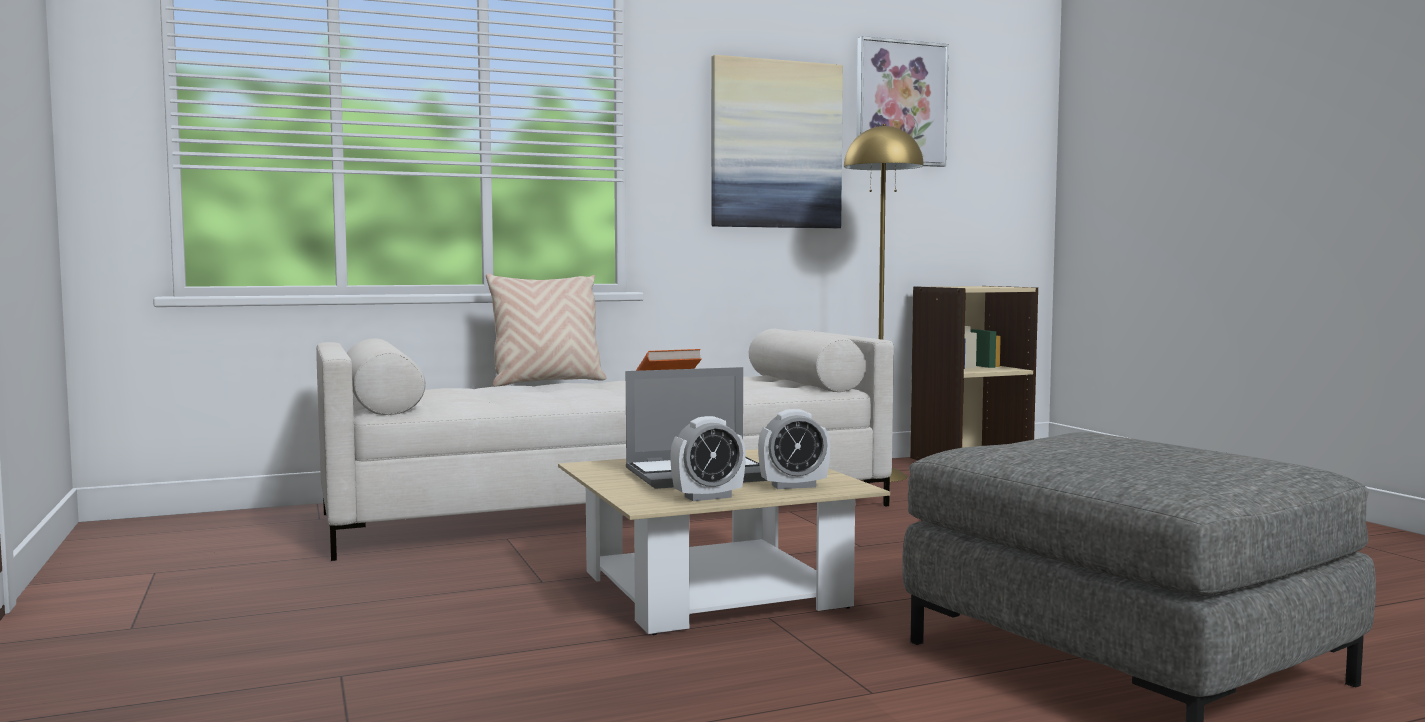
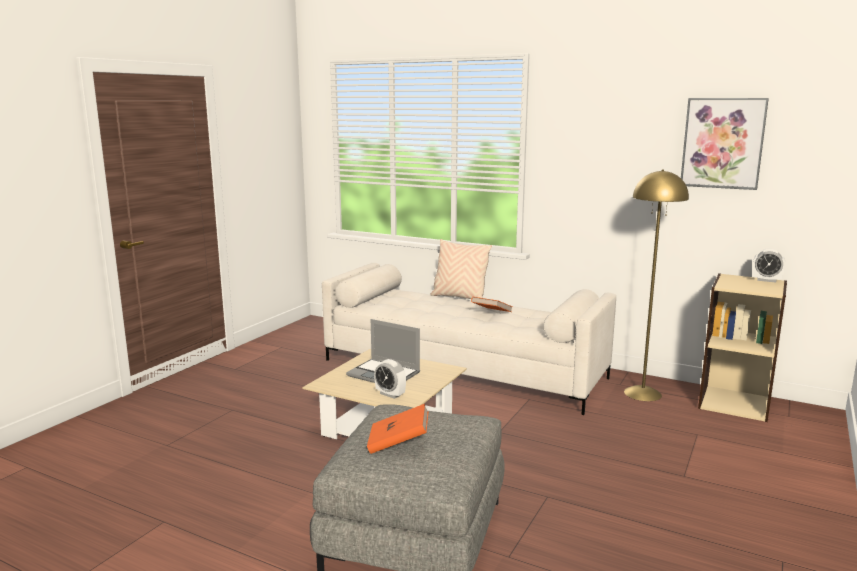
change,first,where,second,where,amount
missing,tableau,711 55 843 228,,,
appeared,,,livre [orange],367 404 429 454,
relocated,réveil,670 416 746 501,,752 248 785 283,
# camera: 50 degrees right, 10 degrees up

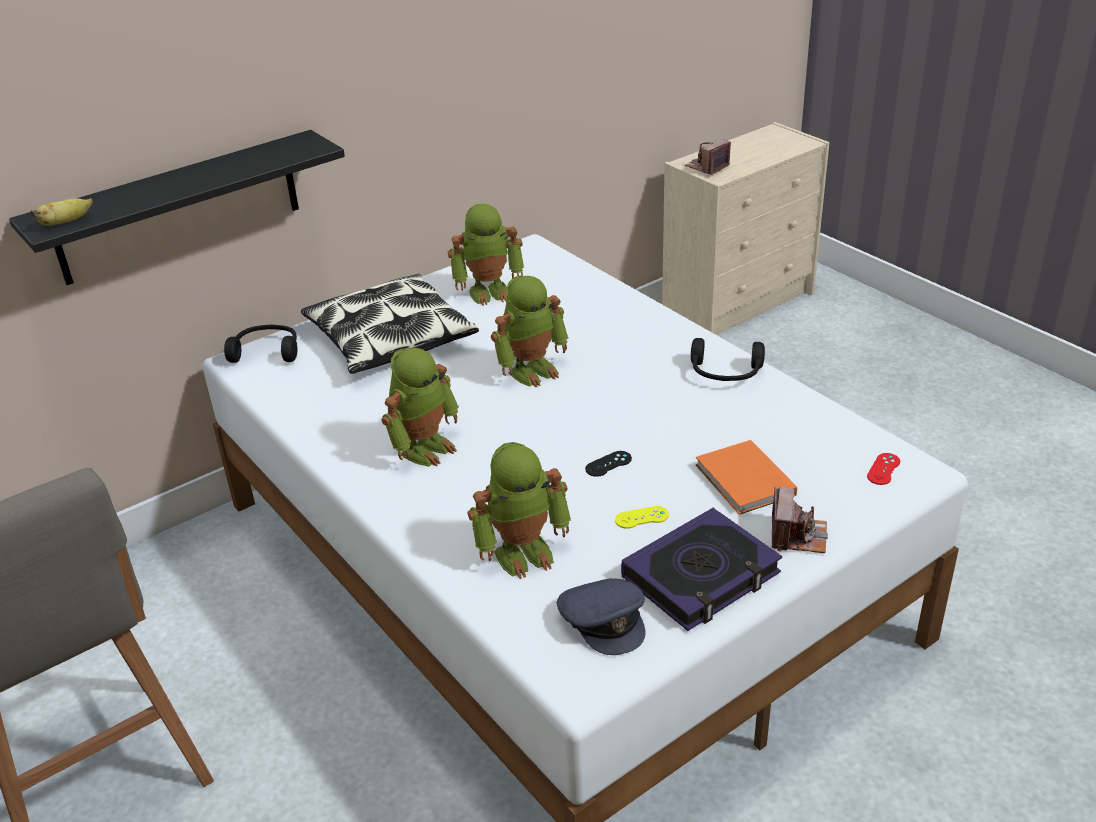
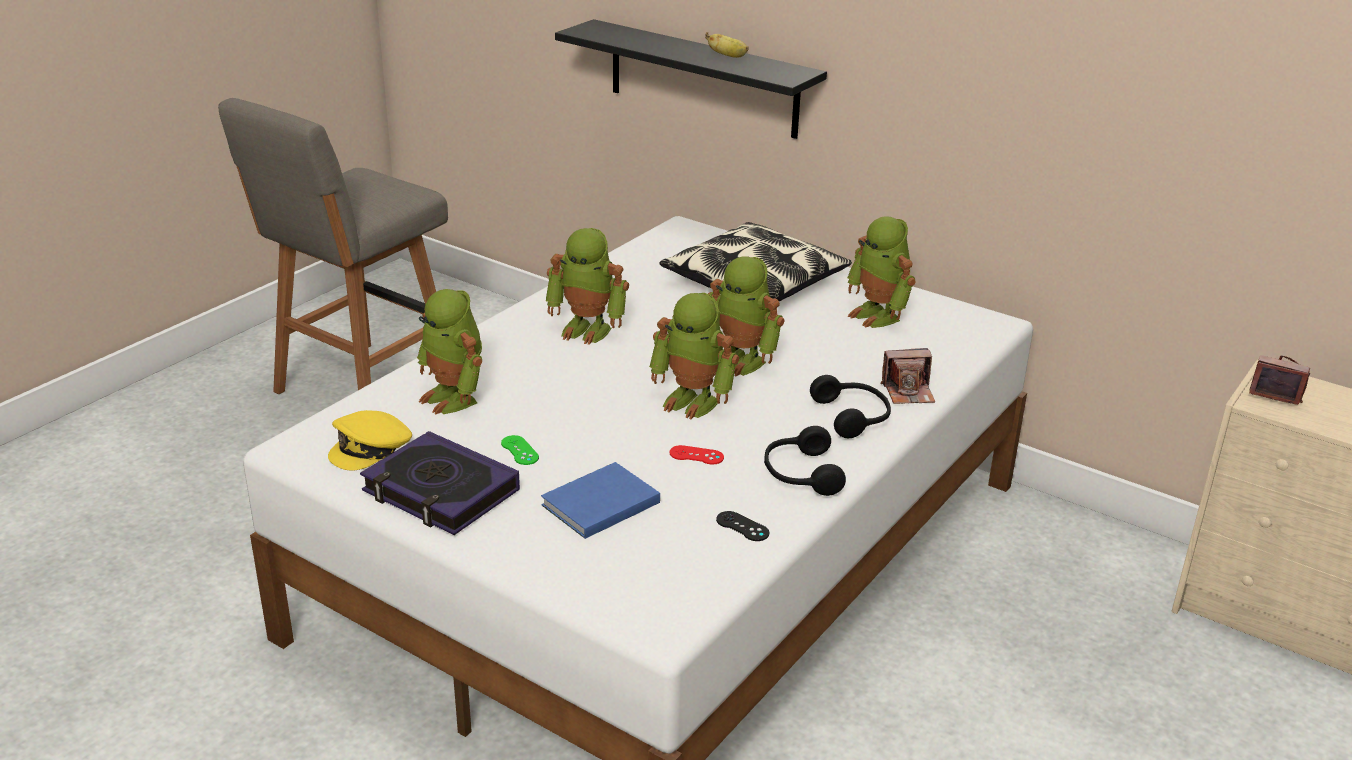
change,first,where,second,where,amount
appeared,,,robot jouet,649 293 739 419,
relocated,banane,31 198 93 226,,705 32 748 58,
relocated,casque audio [noir],224 324 297 363,,810 375 891 438,
relocated,manette [noir],585 451 632 477,,716 511 769 541,
relocated,appareil photo,772 487 828 553,,881 348 935 404,
relocated,manette [rouge],867 453 900 485,,669 445 724 464,
colour,casquette [gris],556 578 646 655,casquette [jaune],328 410 412 471,
colour,manette [jaune],615 506 669 529,manette [vert],501 435 539 465,
colour,livre [orange],695 440 797 515,livre [bleu],541 462 660 539,
# camera: 70 degrees right, 5 degrees down

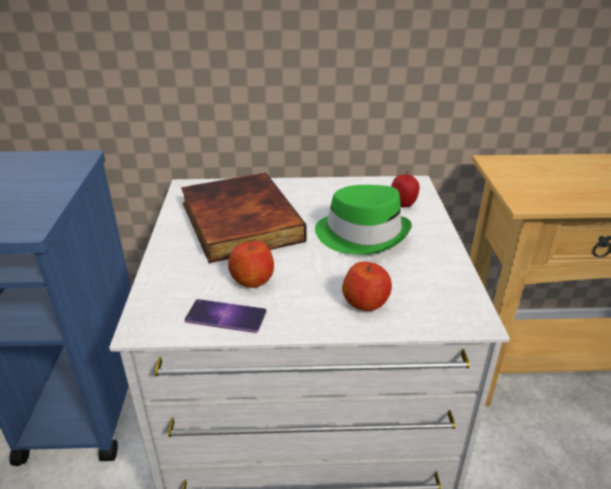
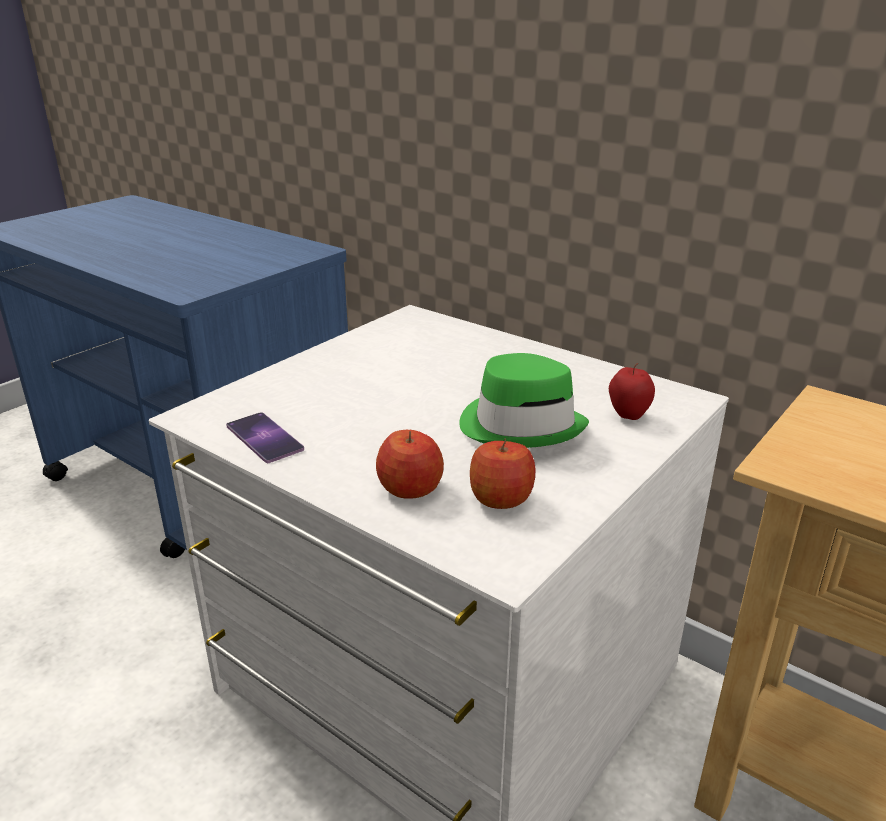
change,first,where,second,where,amount
missing,livre,181 173 307 263,,,
relocated,pomme,228 241 274 288,,470 439 535 509,
# camera: 40 degrees right, 5 degrees down

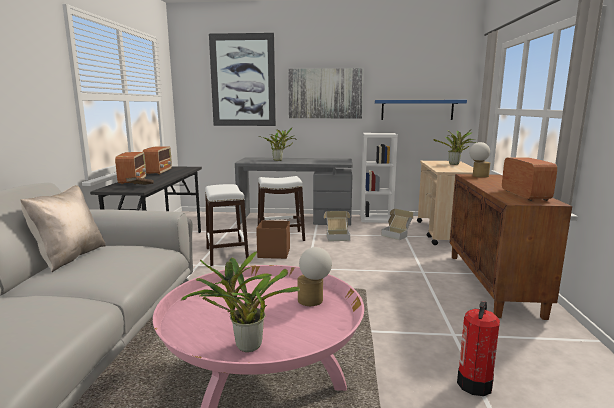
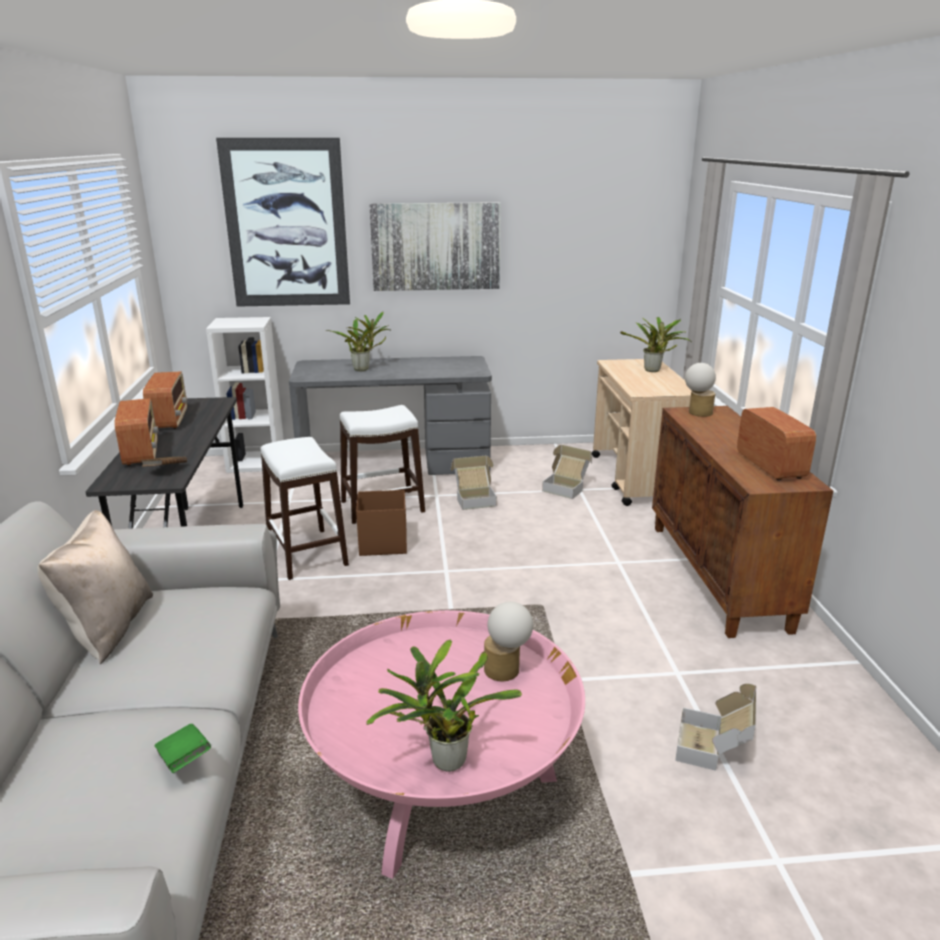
change,first,where,second,where,amount
missing,étagère [bleu],375 100 467 120,,,
appeared,,,livre [vert],154 724 211 773,
relocated,bibliothèque [blanc],360 133 398 223,,206 317 284 473,
exchanged,extincteur,457 301 500 396,carton,675 684 757 771,
# camera: 10 degrees left, 10 degrees up

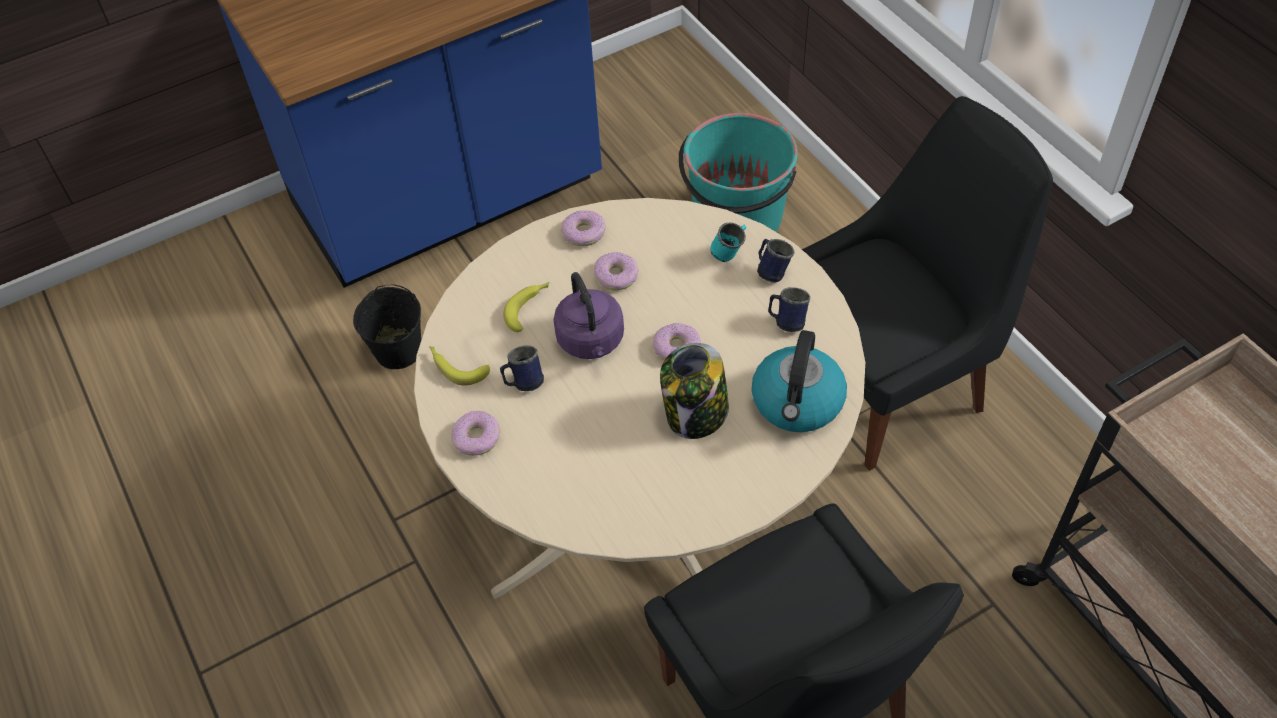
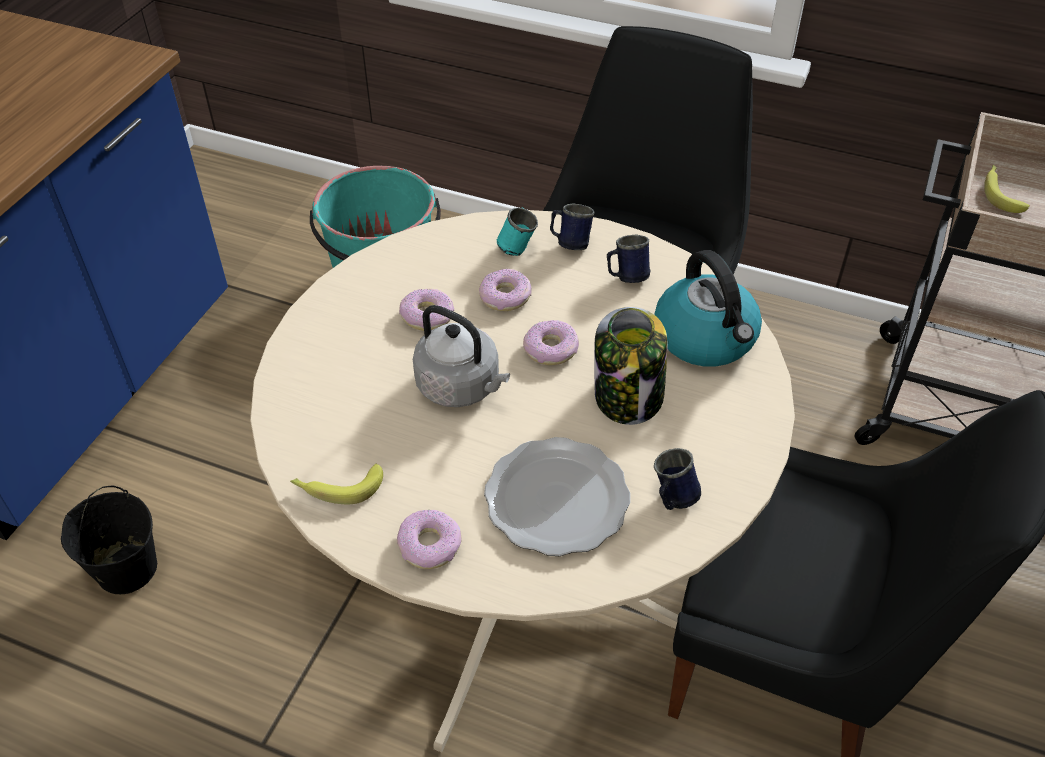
change,first,where,second,where,amount
appeared,,,assiette,484 437 630 556,
relocated,mug [bleu],500 345 544 391,,654 448 701 510,
relocated,banane,503 282 549 332,,984 165 1030 213,
relocated,beignet,561 210 606 246,,479 269 532 311,
colour,bouilloire [violet],553 272 624 359,bouilloire [gris],413 305 510 407,
# camera: 40 degrees left, 5 degrees down

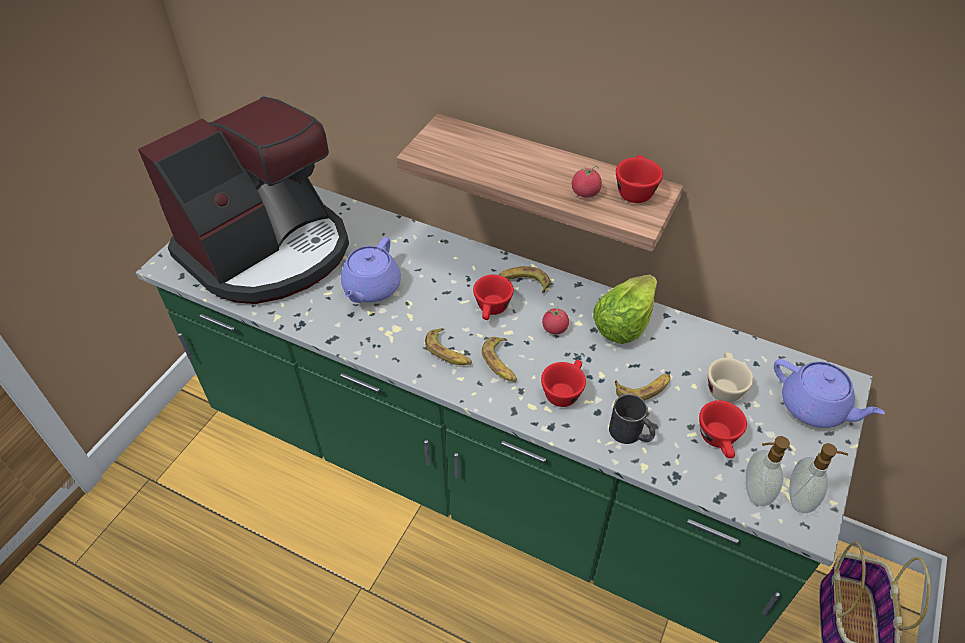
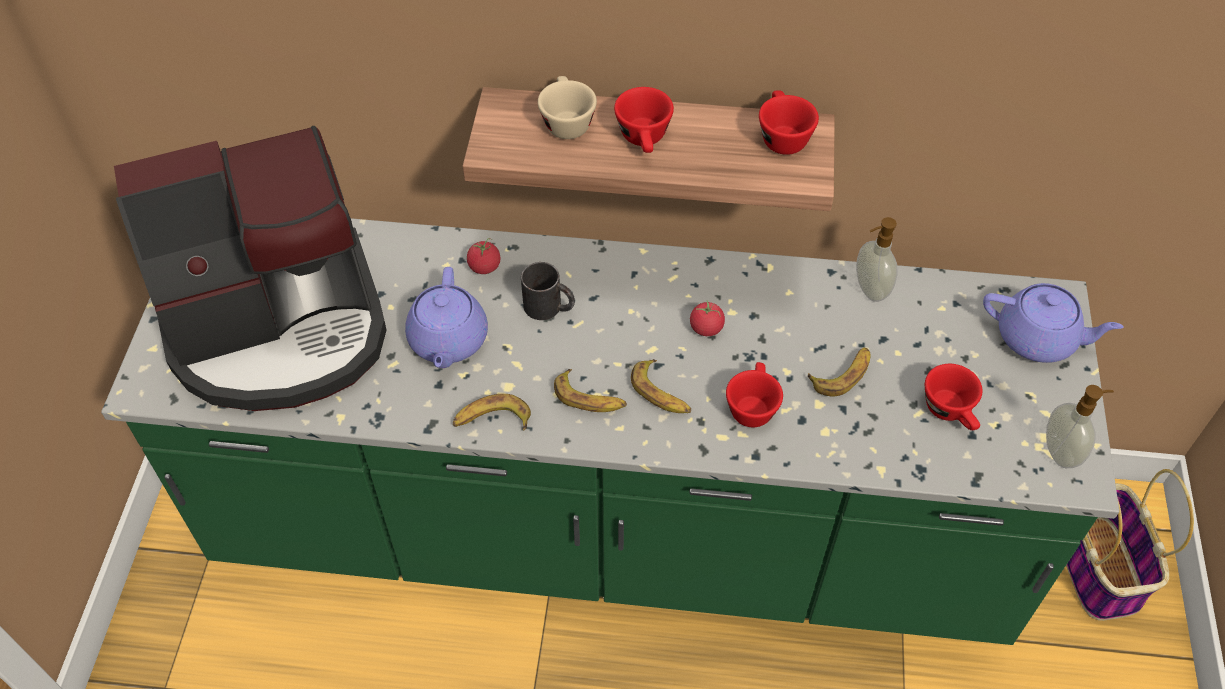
change,first,where,second,where,amount
missing,laitue,593 275 657 344,,,
relocated,tasse [rouge],473 275 514 320,,614 87 674 153,
relocated,banane,499 266 551 293,,453 394 531 430,
relocated,tomate,572 166 602 198,,467 238 500 274,
relocated,mug [noir],609 394 655 444,,521 262 575 320,
relocated,tasse [beige],708 352 753 402,,538 76 597 139,
relocated,distributeur de savon,746 436 790 506,,856 217 897 302,
spun,machine à café,138 97 349 304,,114 126 387 411,45 degrees clockwise
# camera: 20 degrees left, 5 degrees up

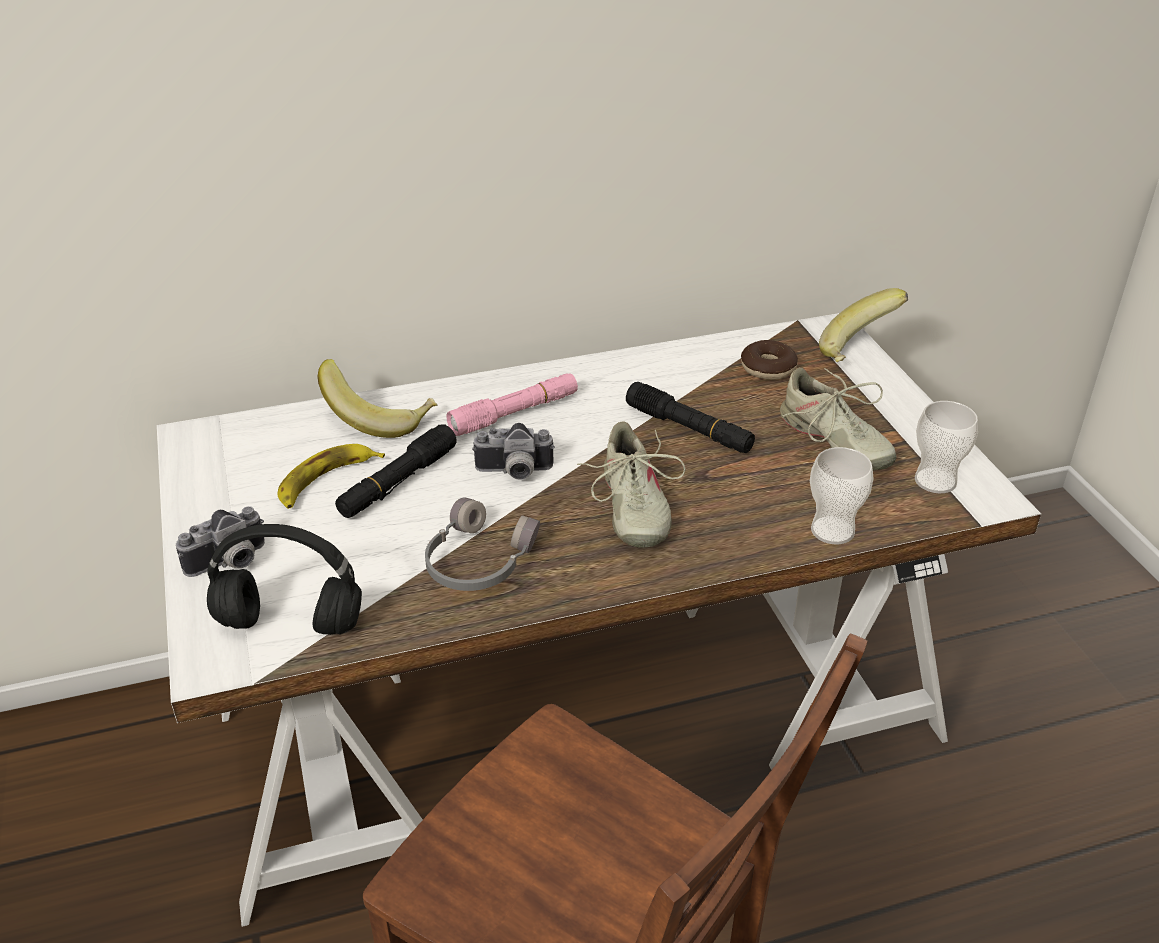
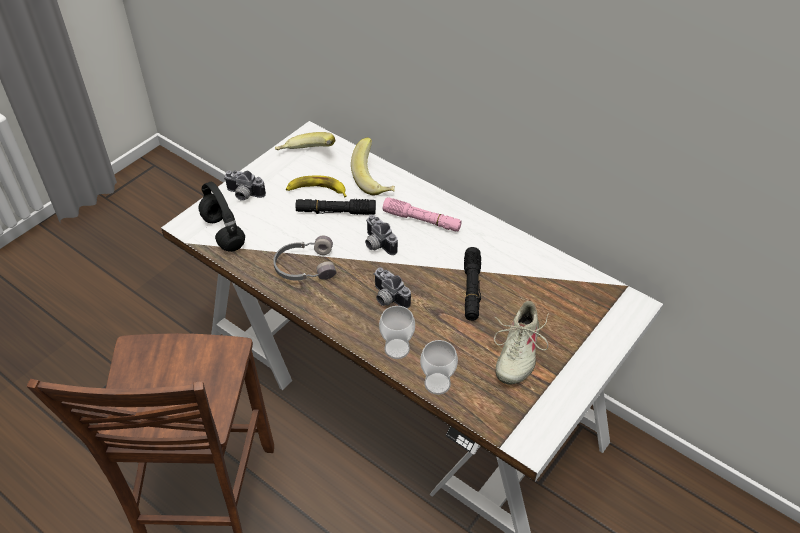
change,first,where,second,where,amount
missing,beignet,741 340 798 380,,,
relocated,banane,819 288 908 362,,275 132 335 150,
relocated,tasse,915 401 978 493,,379 306 415 359,
exchanged,chaussure [beige],577 422 685 548,appareil photo,374 267 411 308,
# camera: 55 degrees right, 10 degrees up

